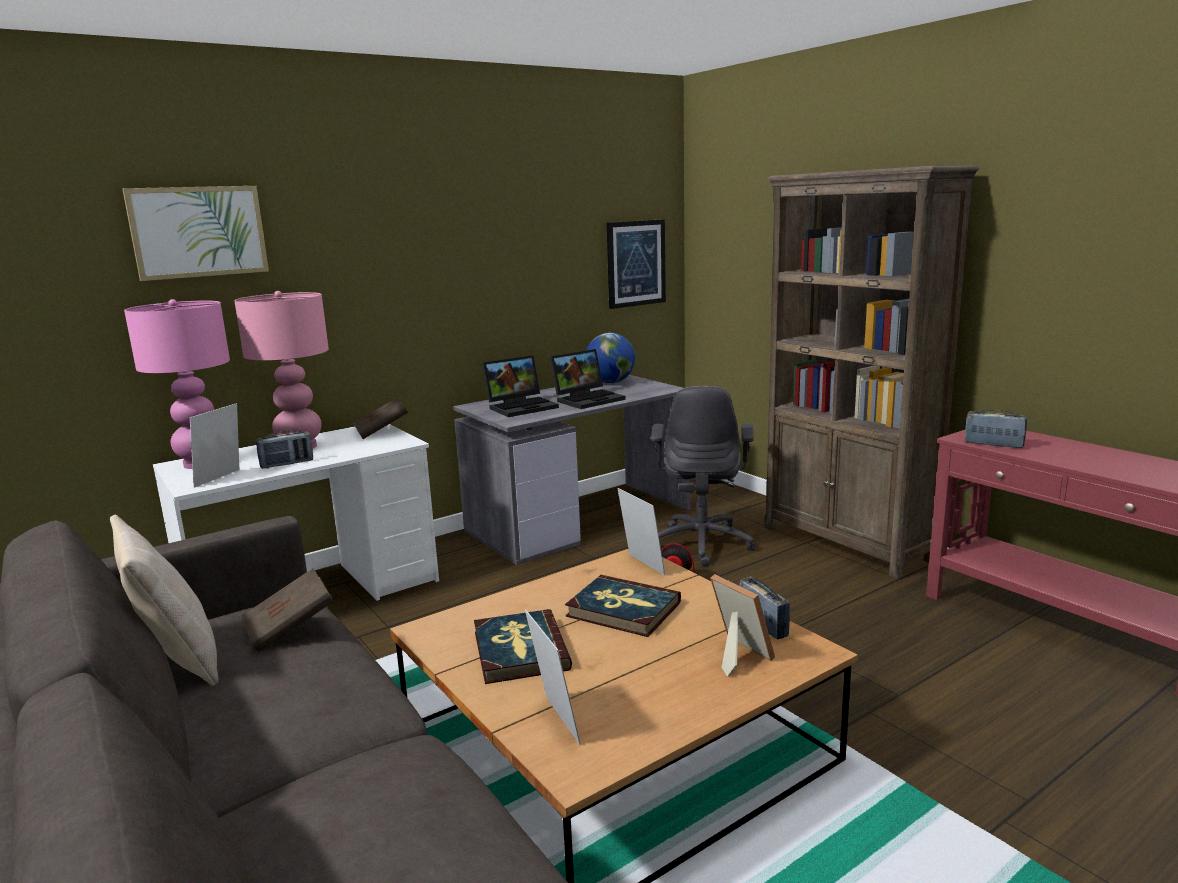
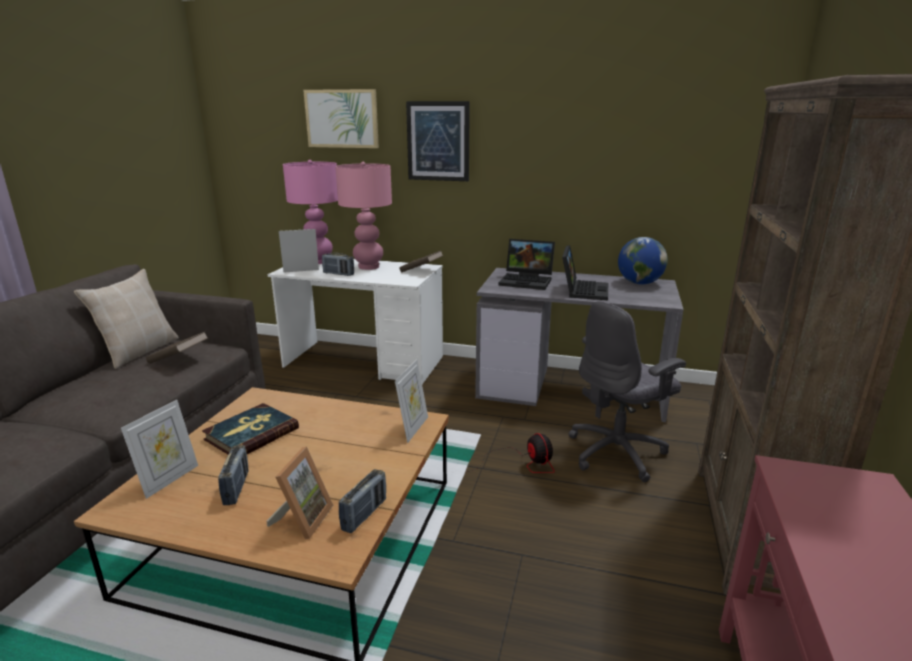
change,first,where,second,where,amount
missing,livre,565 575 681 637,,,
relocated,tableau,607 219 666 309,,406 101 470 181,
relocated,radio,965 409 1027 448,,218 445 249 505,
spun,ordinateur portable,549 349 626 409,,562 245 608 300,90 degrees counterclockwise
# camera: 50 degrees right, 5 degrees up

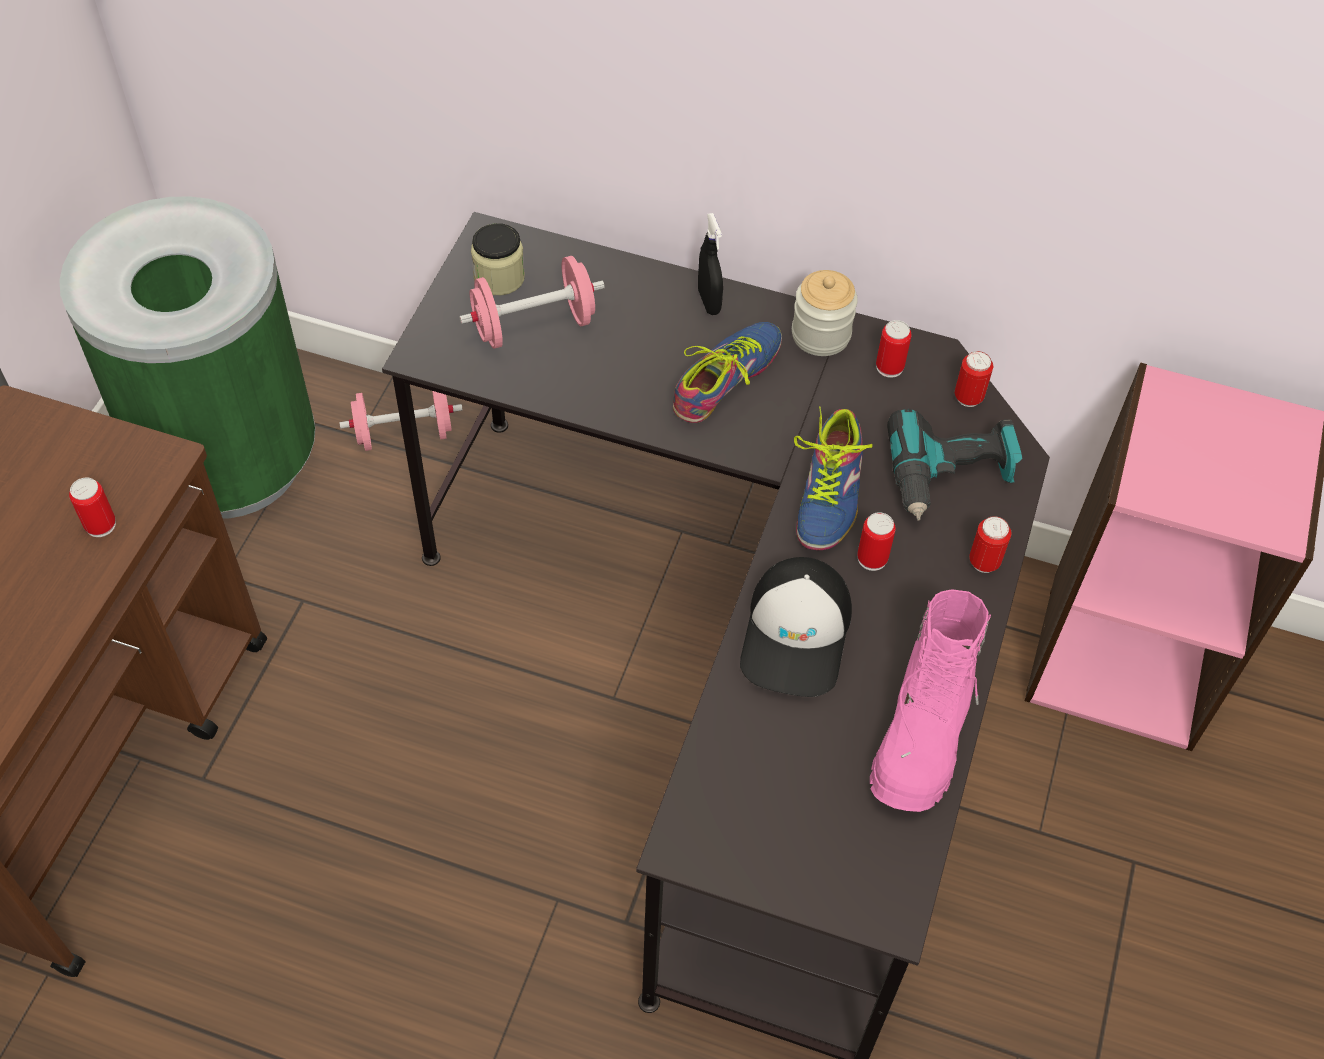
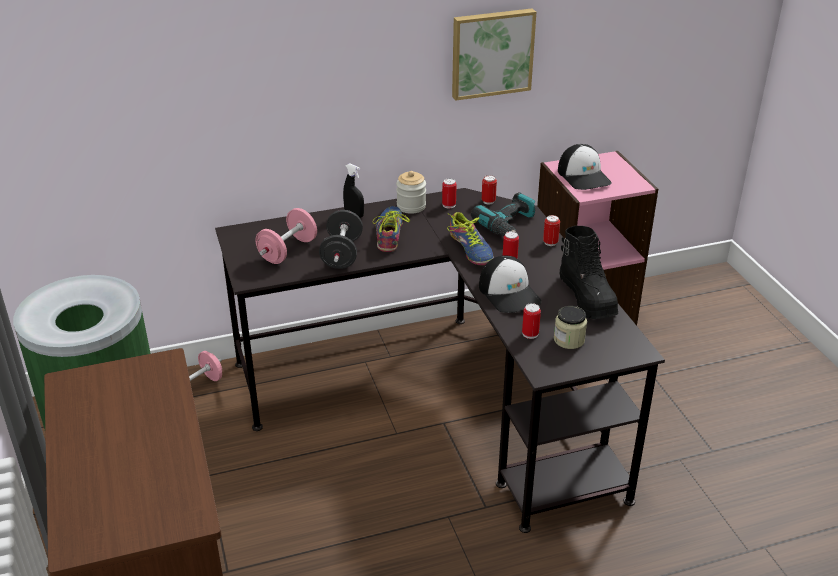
change,first,where,second,where,amount
appeared,,,haltère [noir],319 210 363 269,
appeared,,,tableau,452 8 536 101,
appeared,,,casquette,558 144 612 190,
relocated,boîte métallique,69 478 116 537,,522 303 541 339,
relocated,bocal,471 223 525 295,,554 306 587 349,
colour,botte [rose],870 589 991 812,botte [noir],559 226 618 319,
# camera: 35 degrees left, 20 degrees down

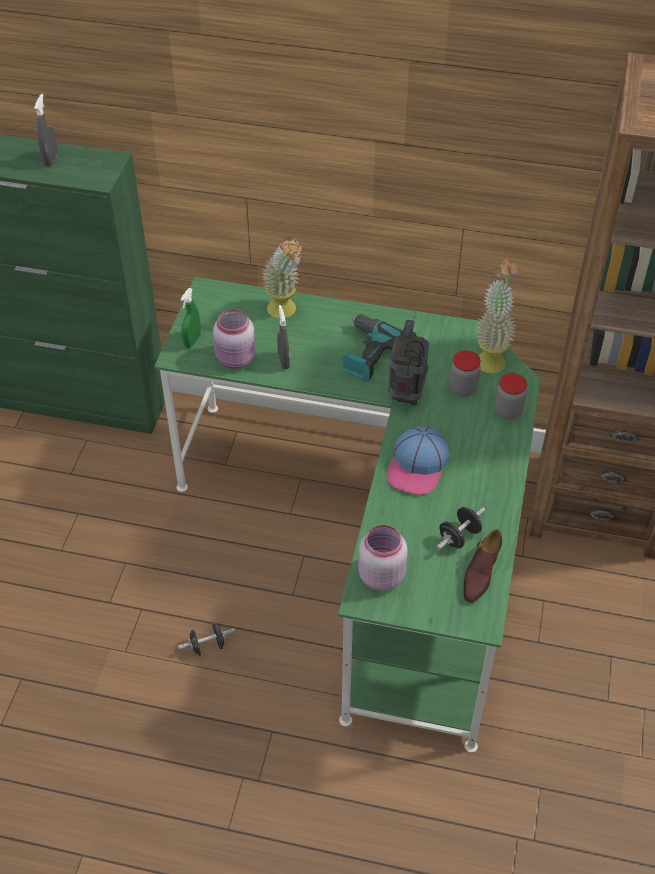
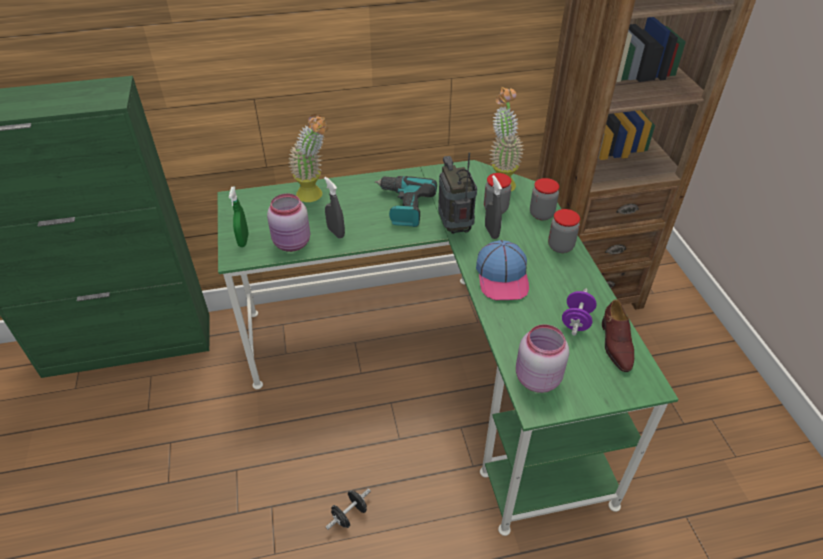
change,first,where,second,where,amount
appeared,,,bocal,548 209 580 253,
relocated,vaporisateur [gris],34 94 58 166,,485 175 502 239,
colour,haltère [noir],437 507 485 549,haltère [violet],562 288 597 336,
# camera: 25 degrees left, 5 degrees down

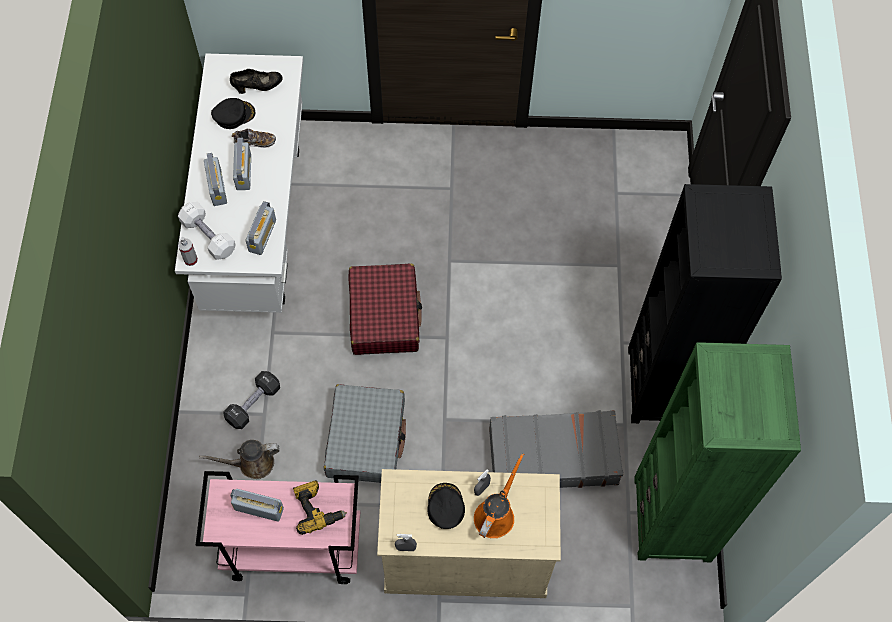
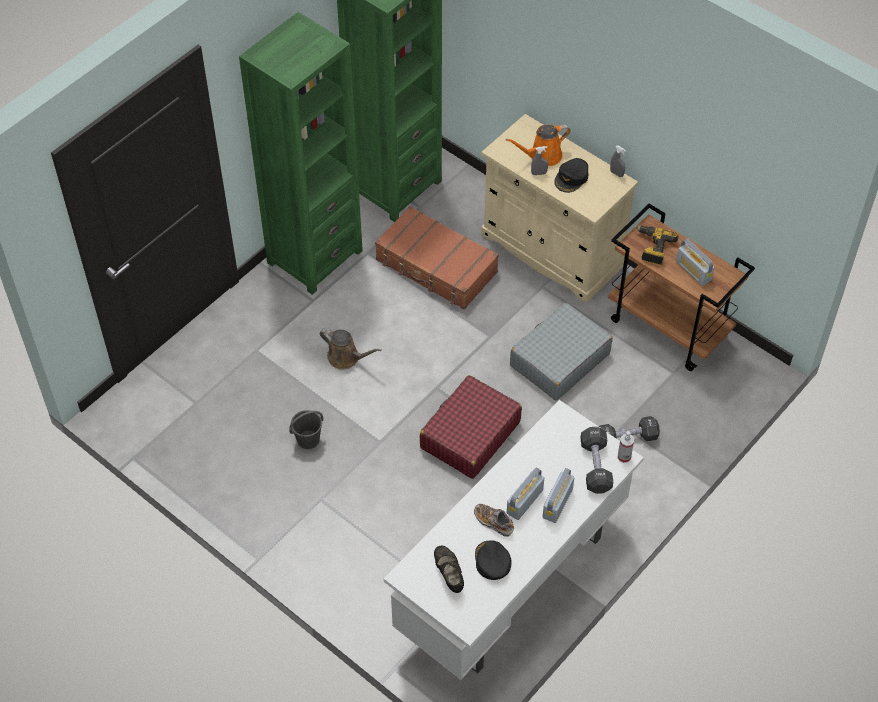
change,first,where,second,where,amount
missing,radio,246 201 276 255,,,
appeared,,,seau [gris],289 410 324 449,
relocated,arrosoir [marron],199 440 280 479,,319 328 382 370,
colour,haltère [blanc],178 202 236 260,haltère [noir],580 427 613 494,
colour,chariot [rose],196 471 360 584,chariot [marron],608 204 755 371,
colour,valise [gris],489 410 623 488,valise [marron],375 206 499 309,
colour,bibliothèque [noir],628 184 782 423,bibliothèque [vert],239 12 363 295,
spun,casquette [noir],211 98 255 129,,475 540 512 580,60 degrees clockwise
spun,chaussure [noir],230 69 282 94,,434 545 464 593,45 degrees clockwise
# camera: 140 degrees left, 10 degrees down

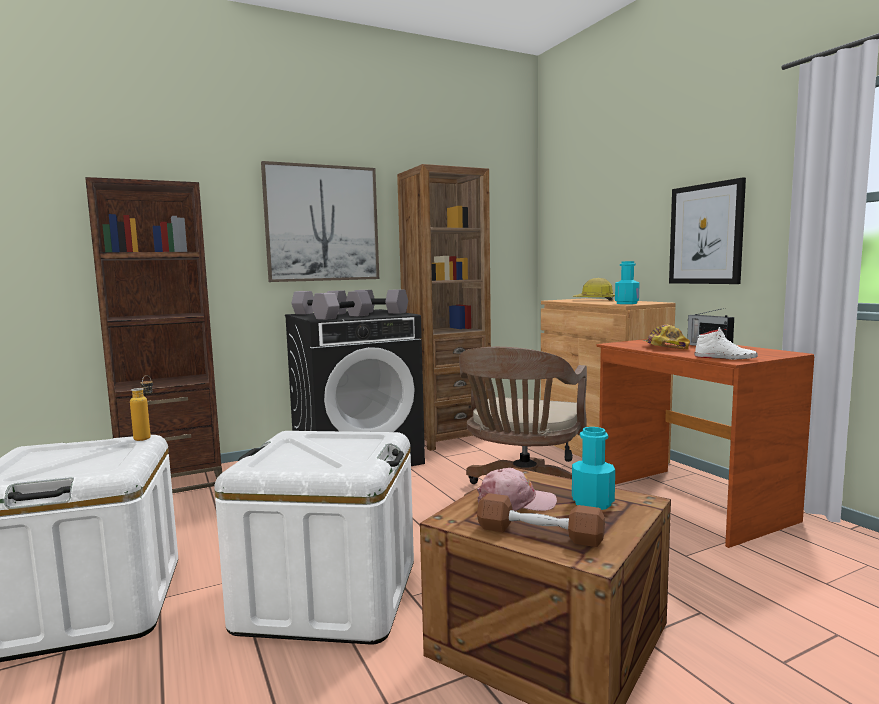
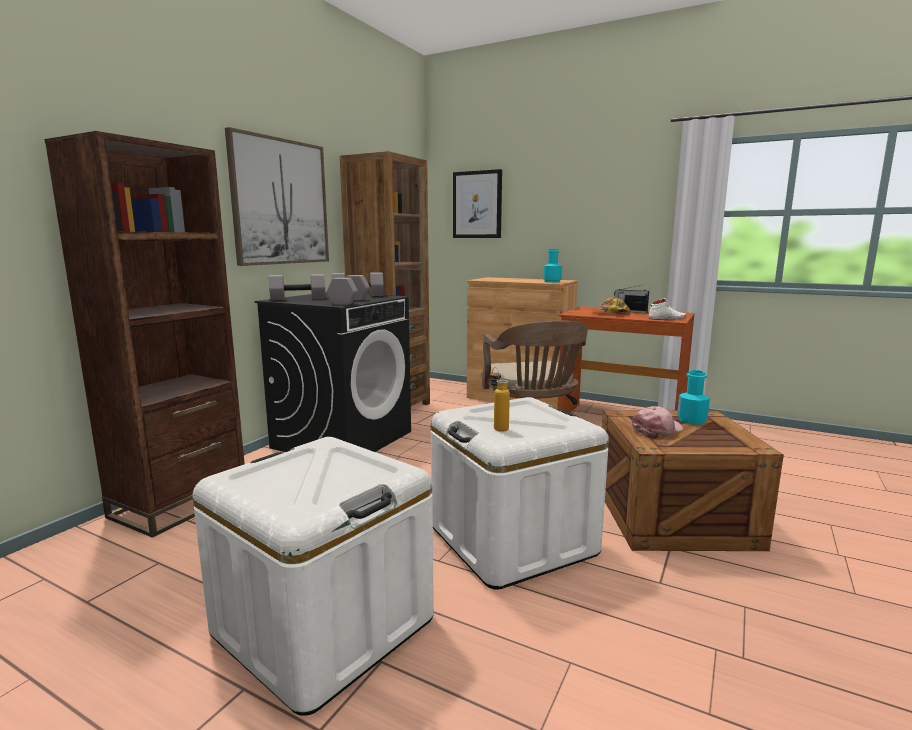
change,first,where,second,where,amount
missing,haltère [marron],477 493 605 547,,,
missing,casque de chantier,572 278 615 301,,,
relocated,bouteille,130 375 153 441,,490 367 510 432,
relocated,tableau,669 177 746 284,,453 169 502 238,
# camera: 35 degrees left, 5 degrees up

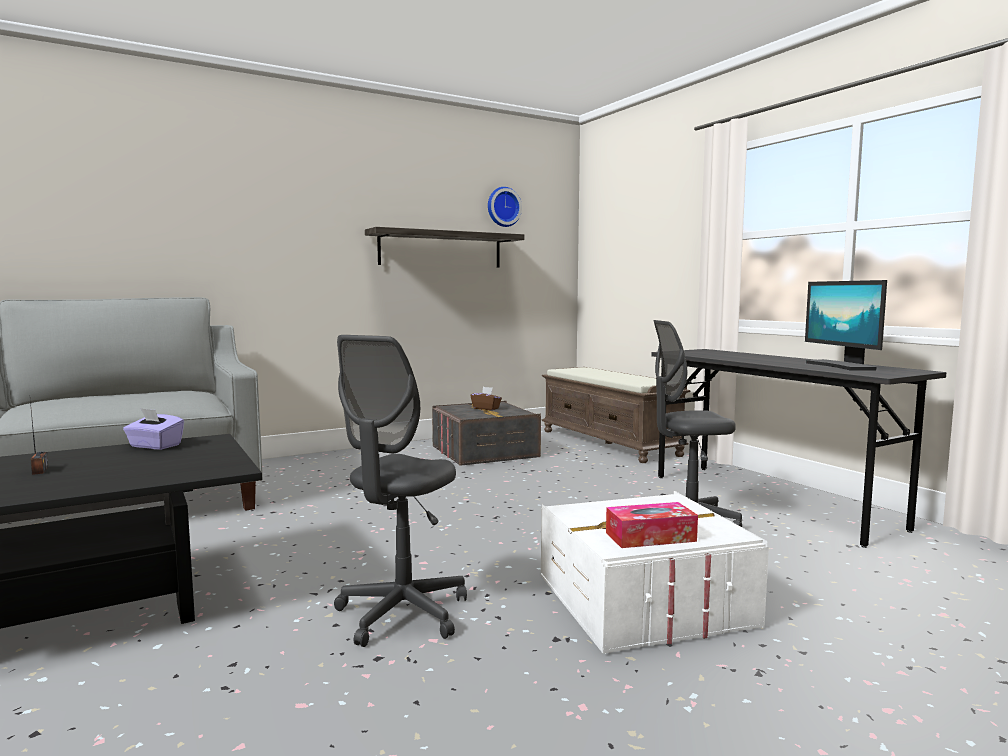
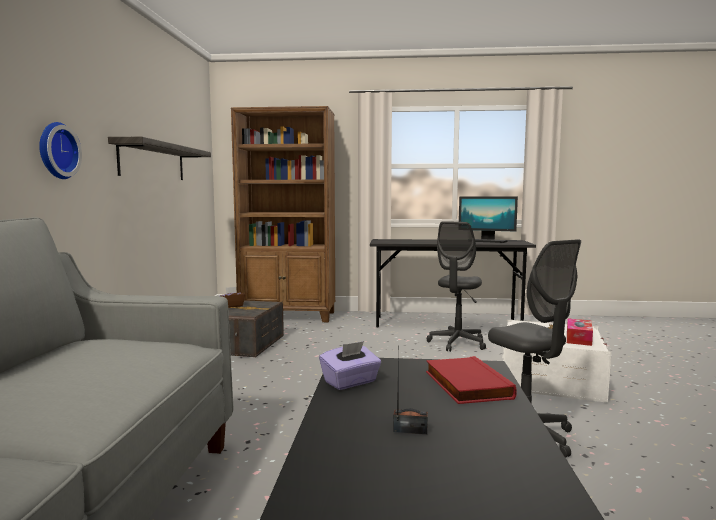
change,first,where,second,where,amount
appeared,,,livre [rouge],426 356 517 404,
relocated,horloge murale,488 187 522 227,,39 122 82 179,
exchanged,banc [marron],541 367 690 463,bibliothèque [marron],231 106 335 322,
# camera: 55 degrees left, 0 degrees up

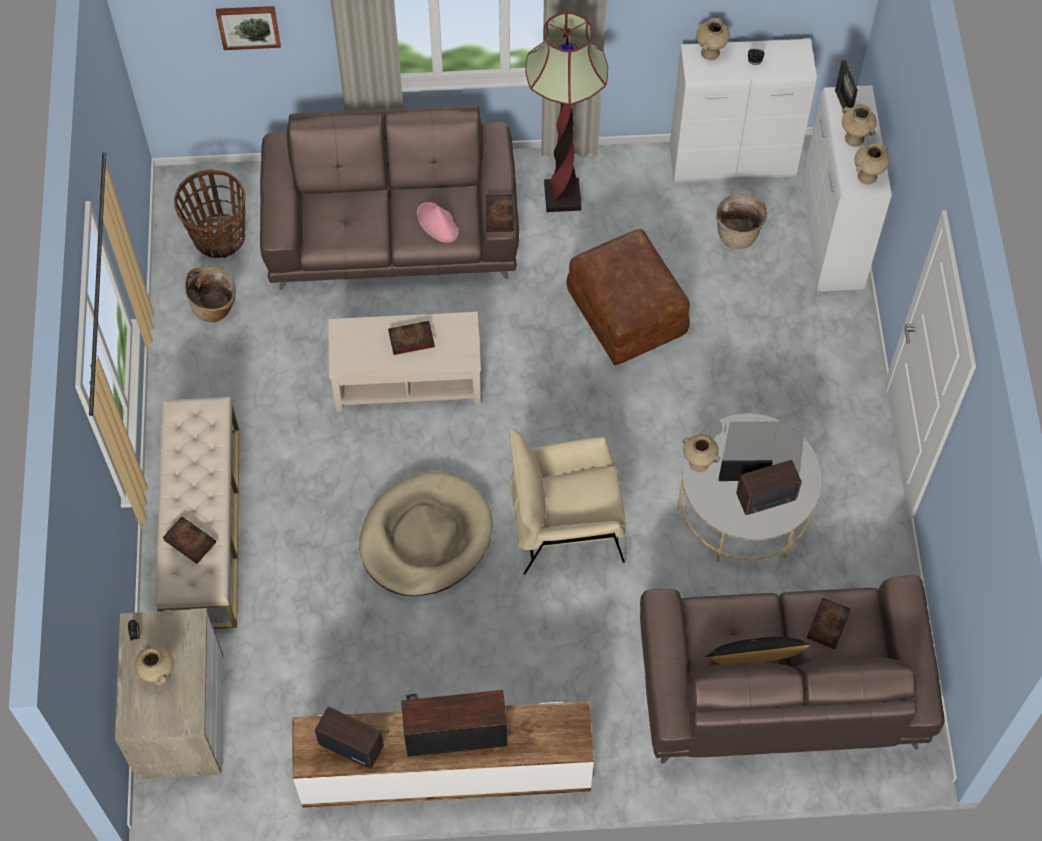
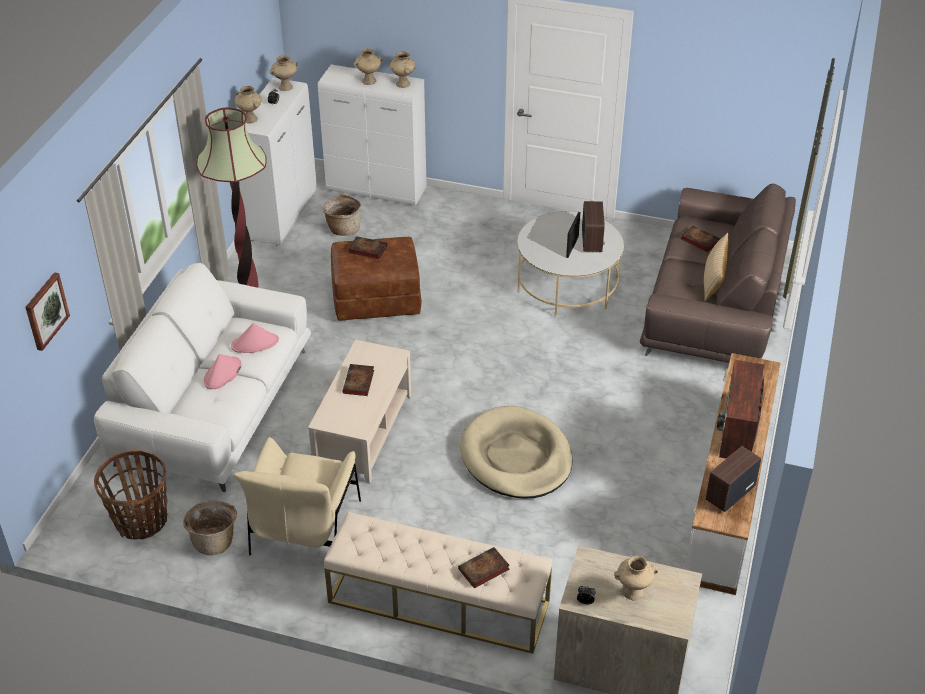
change,first,where,second,where,amount
missing,cadre photo,835 60 858 109,,,
appeared,,,chapeau [rose],204 354 242 389,
relocated,livre,486 194 514 232,,348 236 387 259,
relocated,fauteuil [beige],509 428 626 575,,234 437 361 555,
relocated,vase [beige],683 434 721 472,,270 55 298 91,
colour,canapé [marron],260 105 519 290,canapé [blanc],94 263 311 492,
colour,coussin [noir],705 637 810 664,coussin [beige],704 233 728 301,
# camera: 70 degrees left, 20 degrees down

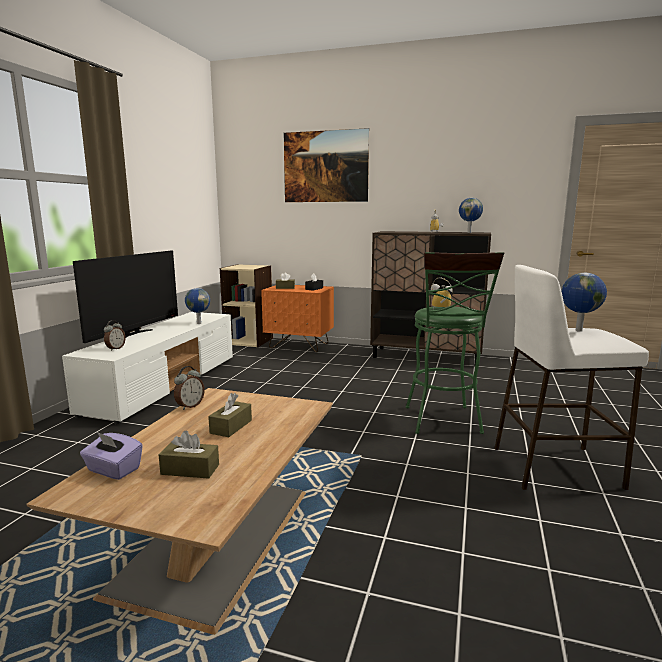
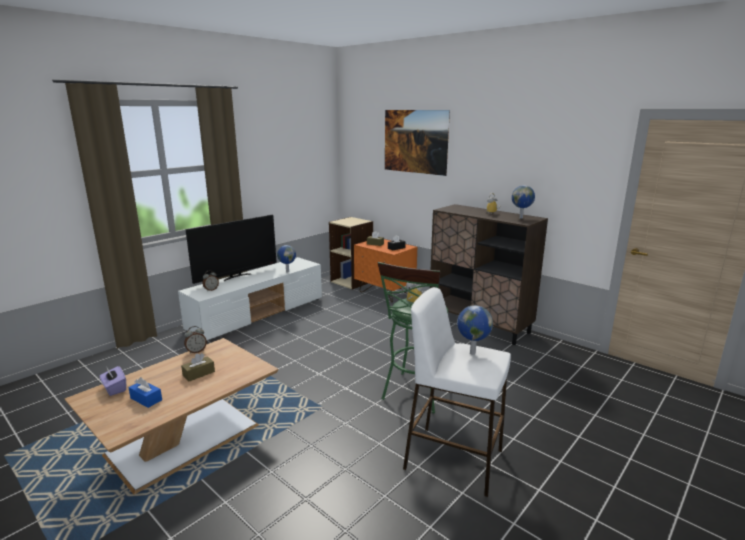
change,first,where,second,where,amount
colour,boîte à mouchoirs [marron],159 430 219 479,boîte à mouchoirs [bleu],128 377 162 408,
# camera: 25 degrees right, 5 degrees up

